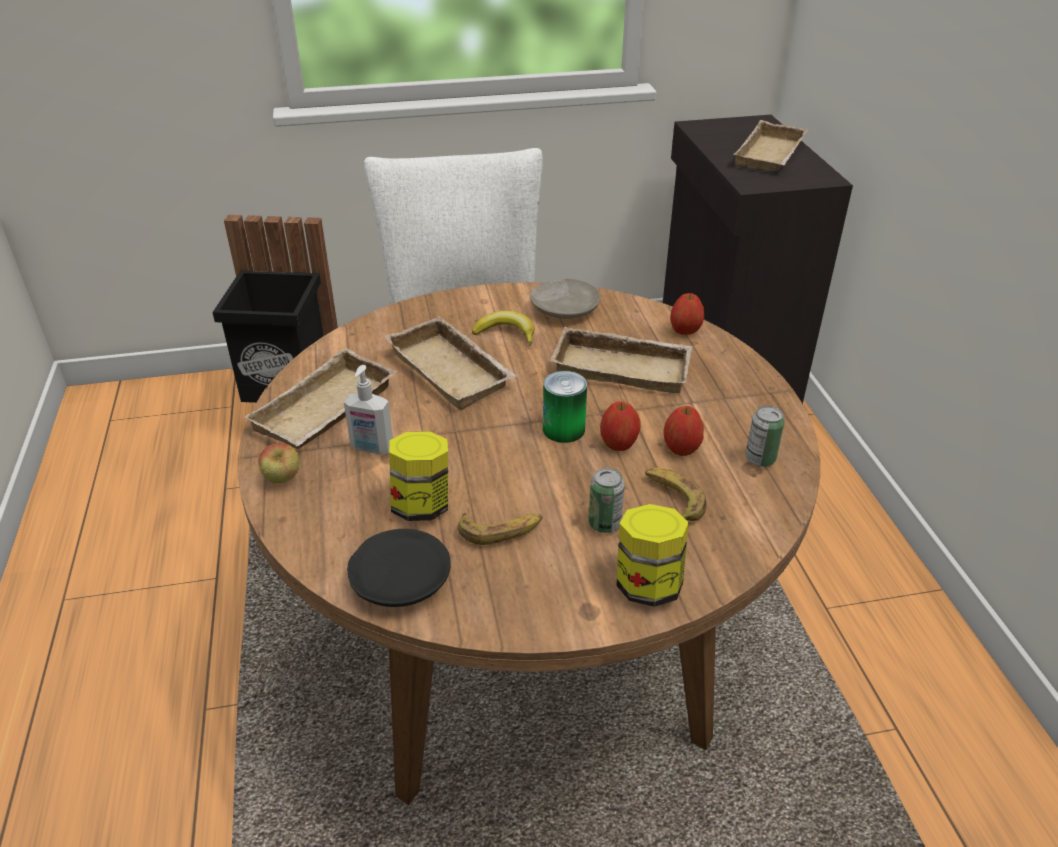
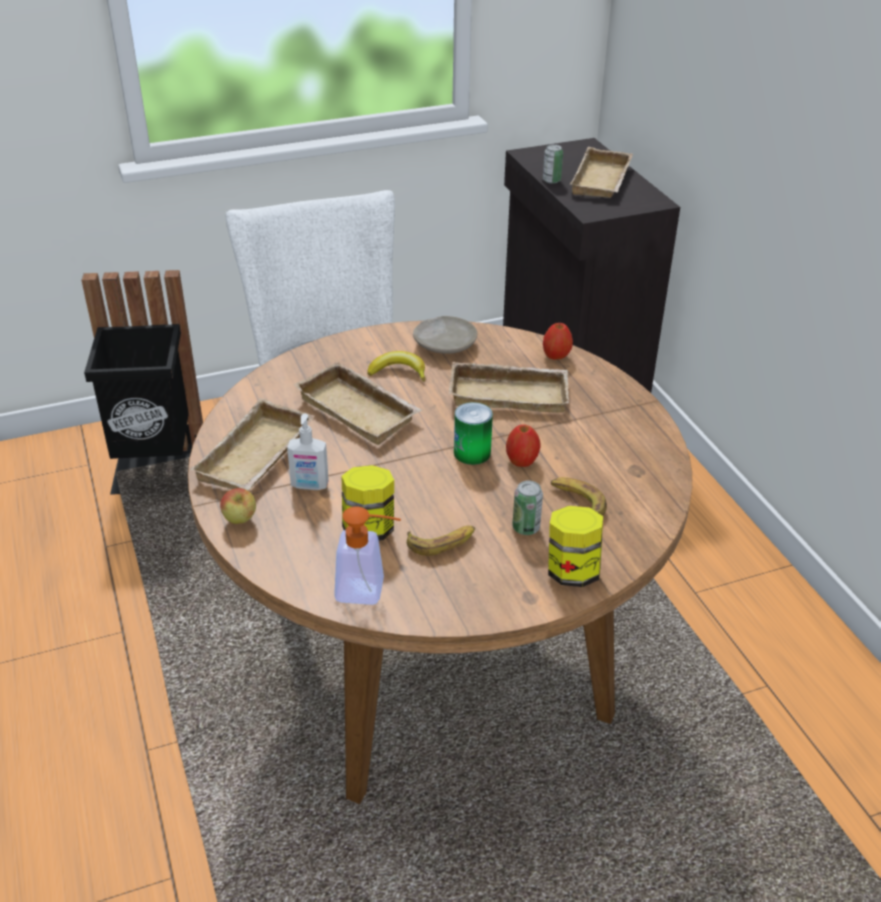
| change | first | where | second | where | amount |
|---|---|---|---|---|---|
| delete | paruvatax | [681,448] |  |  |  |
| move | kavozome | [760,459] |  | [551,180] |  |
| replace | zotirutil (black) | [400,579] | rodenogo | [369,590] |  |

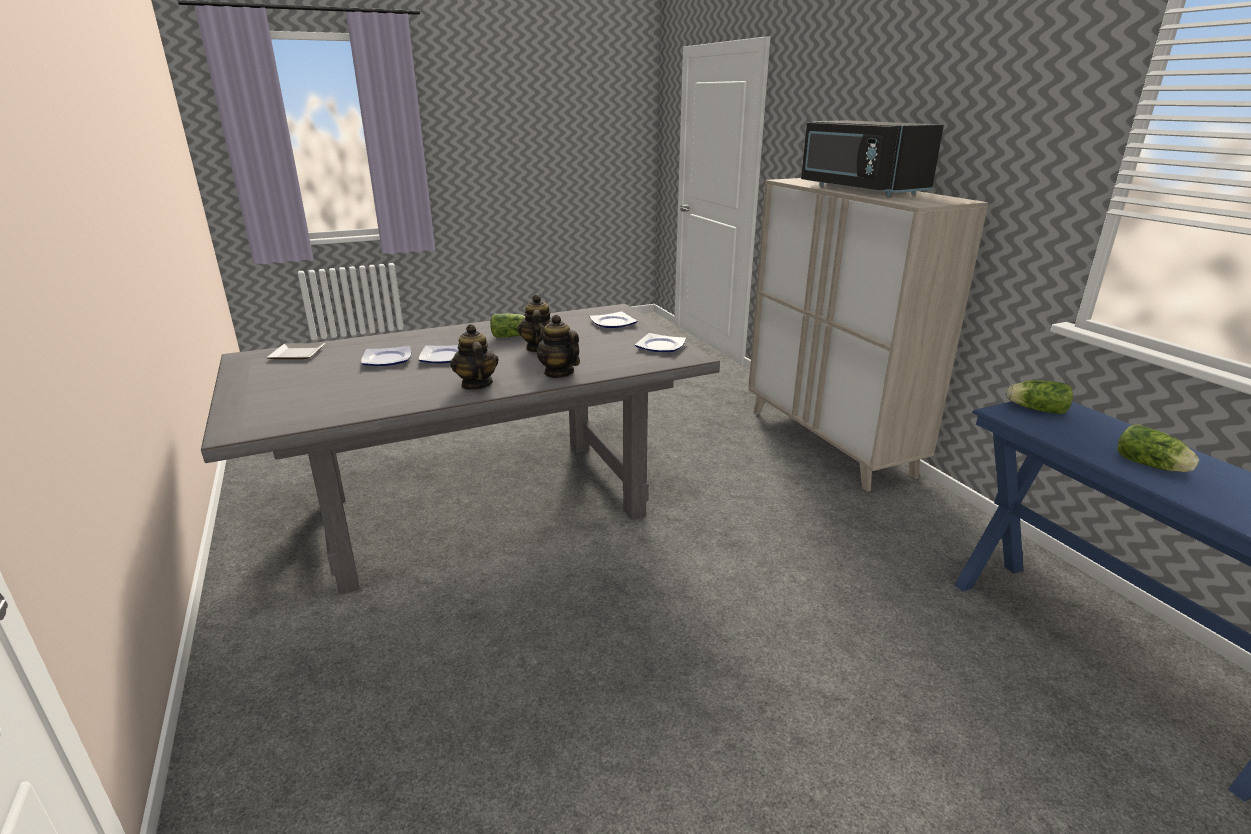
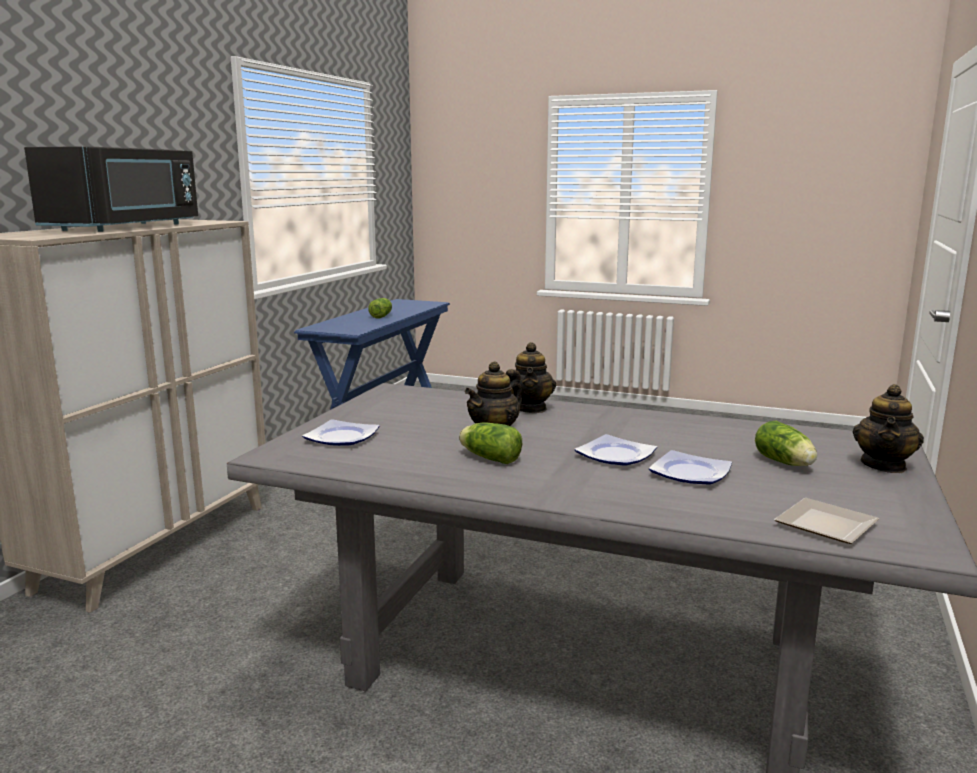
| change | first | where | second | where | amount |
|---|---|---|---|---|---|
| delete | zotirutil | [661,347] |  |  |  |
| move | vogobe | [476,384] |  | [884,465] |  |
| move | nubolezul | [1035,409] |  | [785,463] |  |

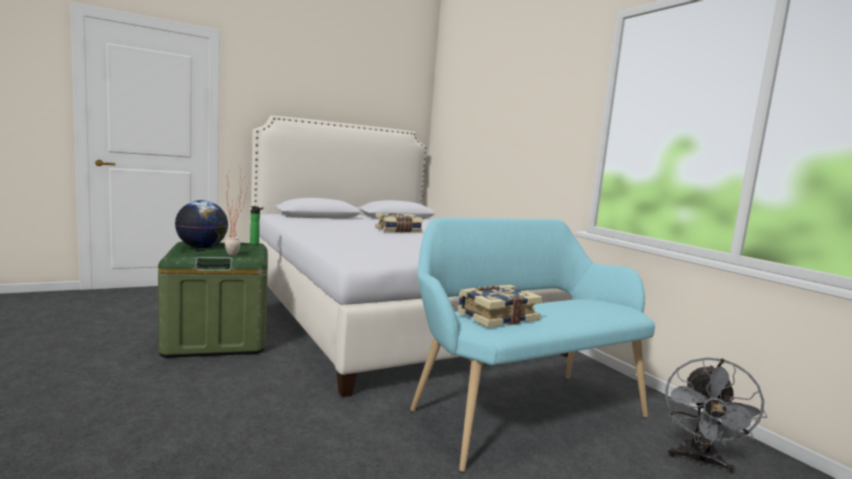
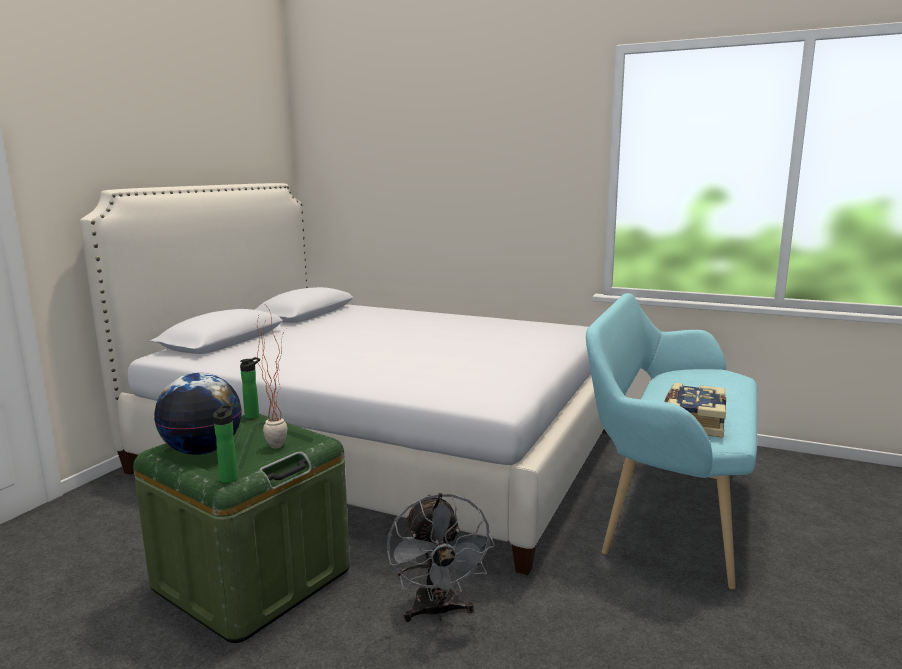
| change | first | where | second | where | amount |
|---|---|---|---|---|---|
| delete | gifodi | [398,231] |  |  |  |
| insert |  |  | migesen | [229,477] |  |
| move | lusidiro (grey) | [699,461] |  | [438,612] |  |

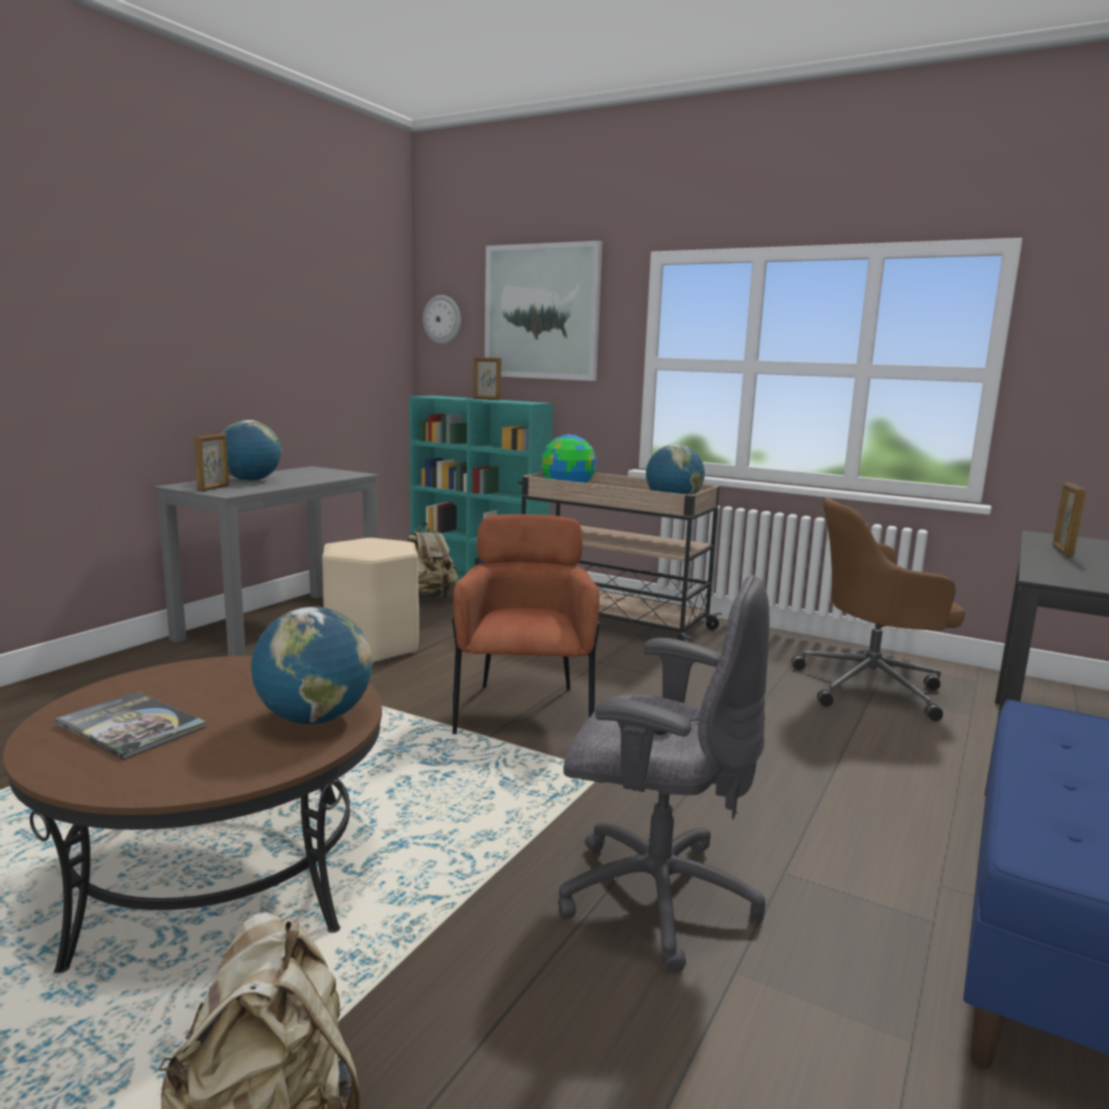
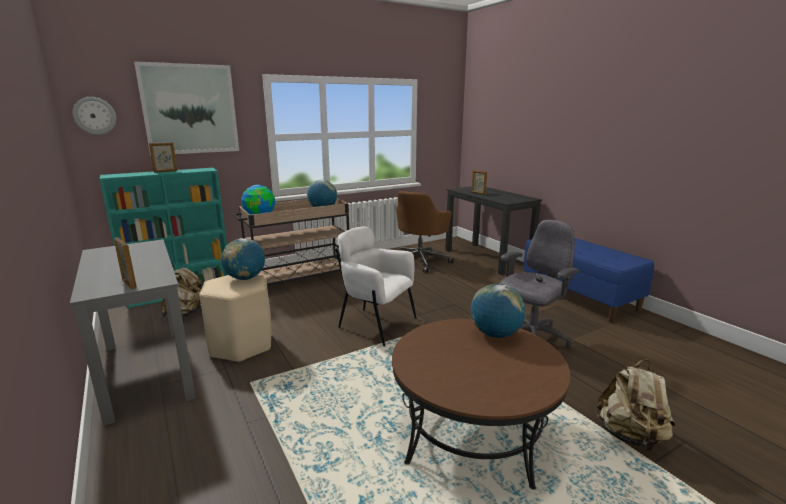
| change | first | where | second | where | amount |
|---|---|---|---|---|---|
| delete | gifodi | [131,726] |  |  |  |
| move | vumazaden | [251,481] |  | [245,278] |  |
| recolor | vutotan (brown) | [524,711] | vutotan (white) | [375,325] |  |

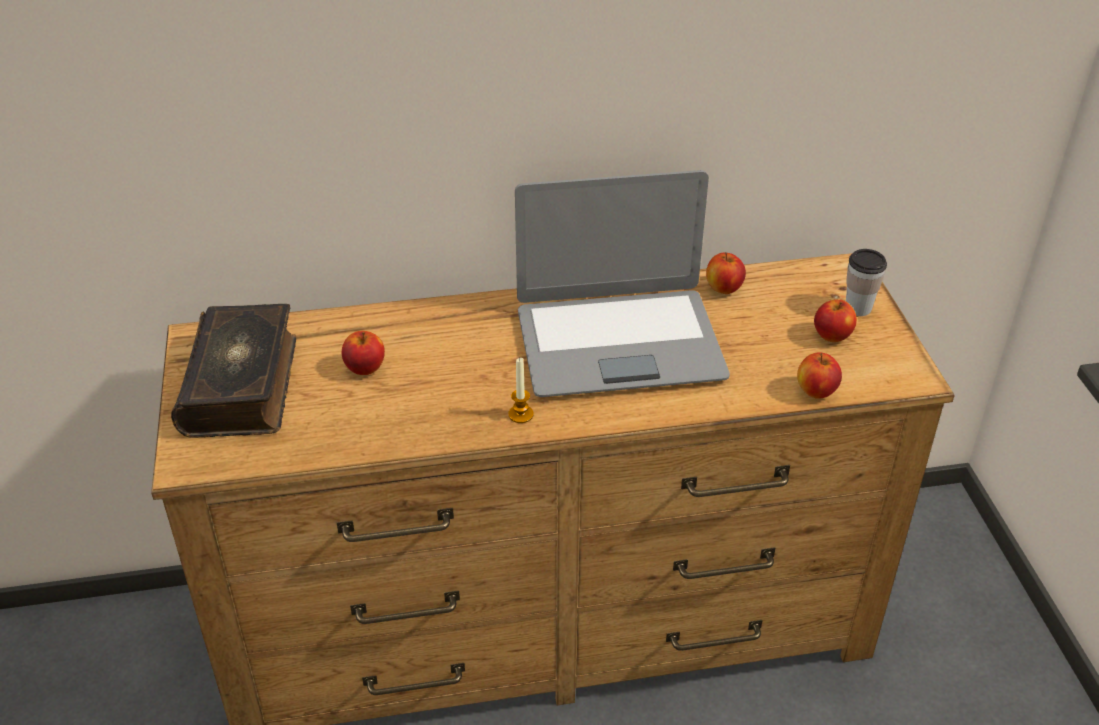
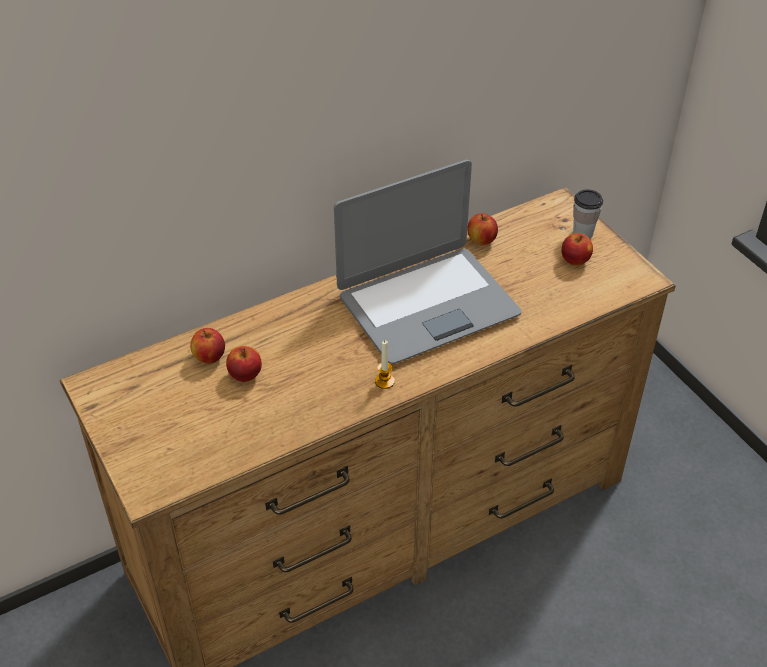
| change | first | where | second | where | amount |
|---|---|---|---|---|---|
| delete | gifodi | [243,385] |  |  |  |
| move | paruvatax | [816,391] |  | [209,357] |  |

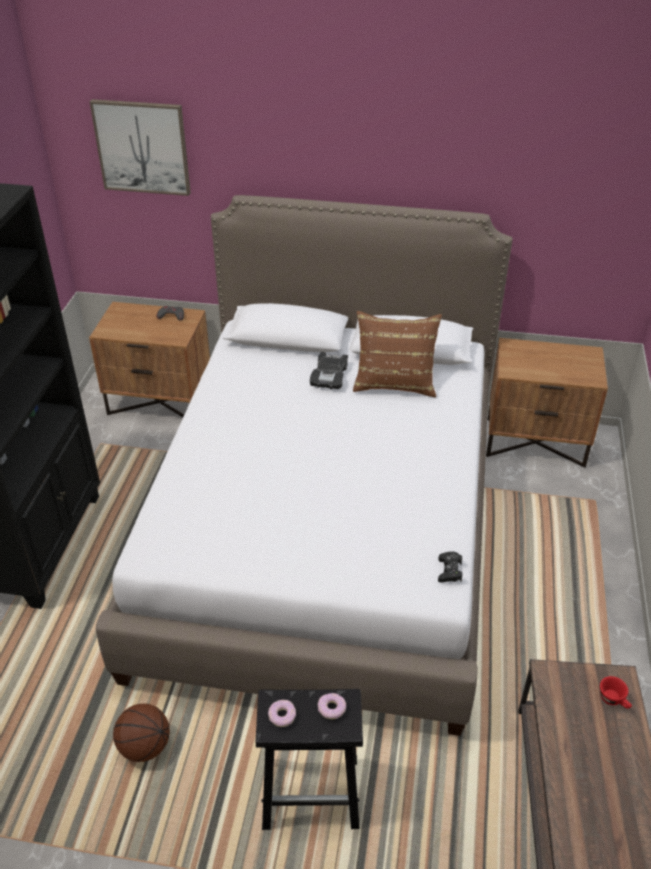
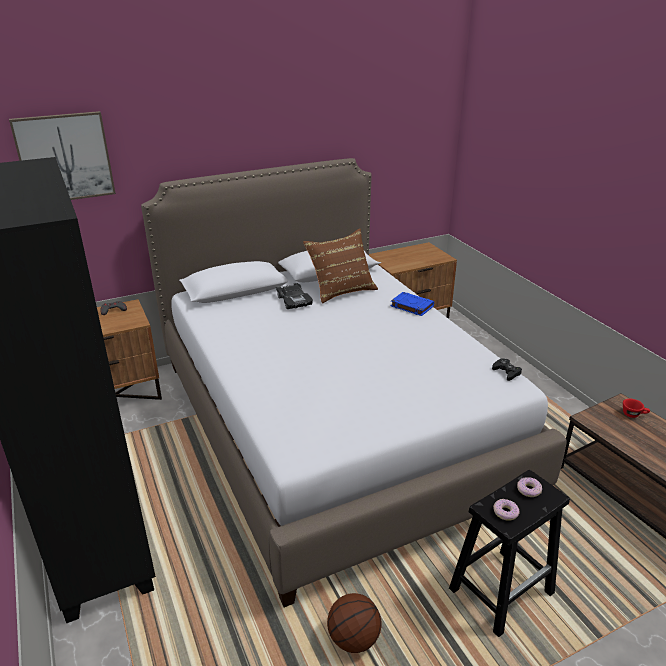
| change | first | where | second | where | amount |
|---|---|---|---|---|---|
| insert |  |  | gifodi (blue) | [411,306] |  |

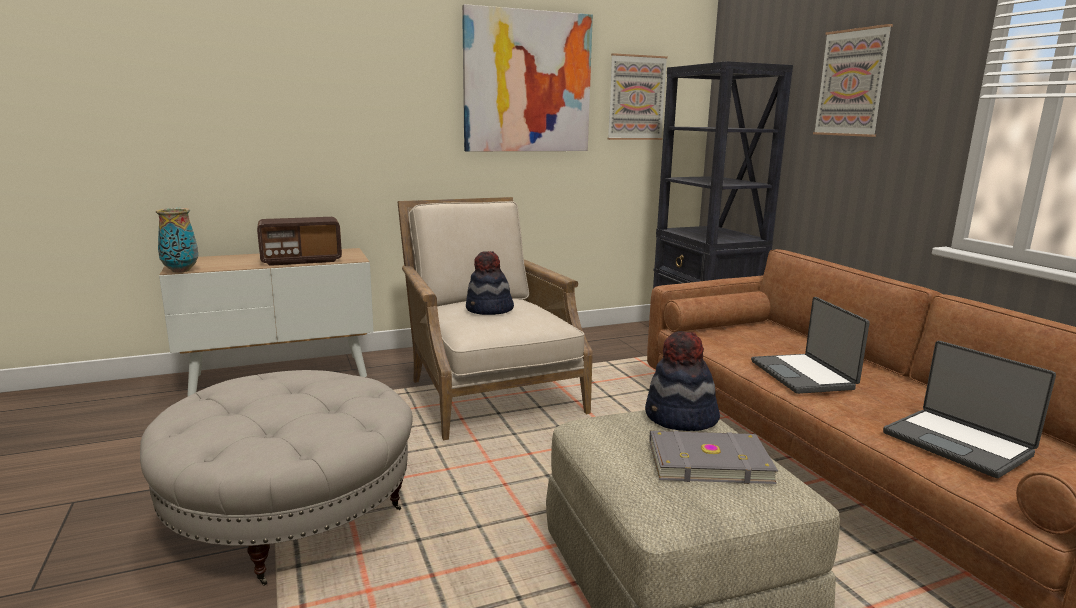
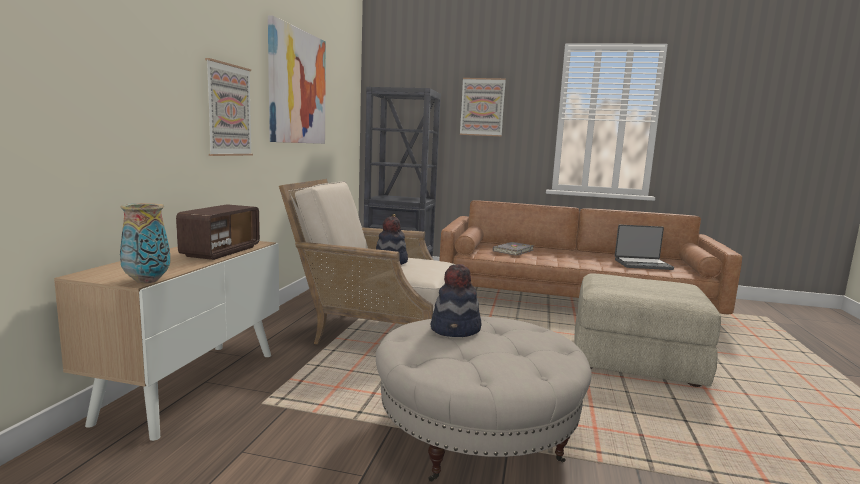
| change | first | where | second | where | amount |
|---|---|---|---|---|---|
| delete | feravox | [804,375] |  |  |  |
| move | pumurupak | [636,98] |  | [228,110] |  |
| move | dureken | [680,419] |  | [456,329] |  |
| move | gifodi (grey) | [707,461] |  | [512,250] |  |

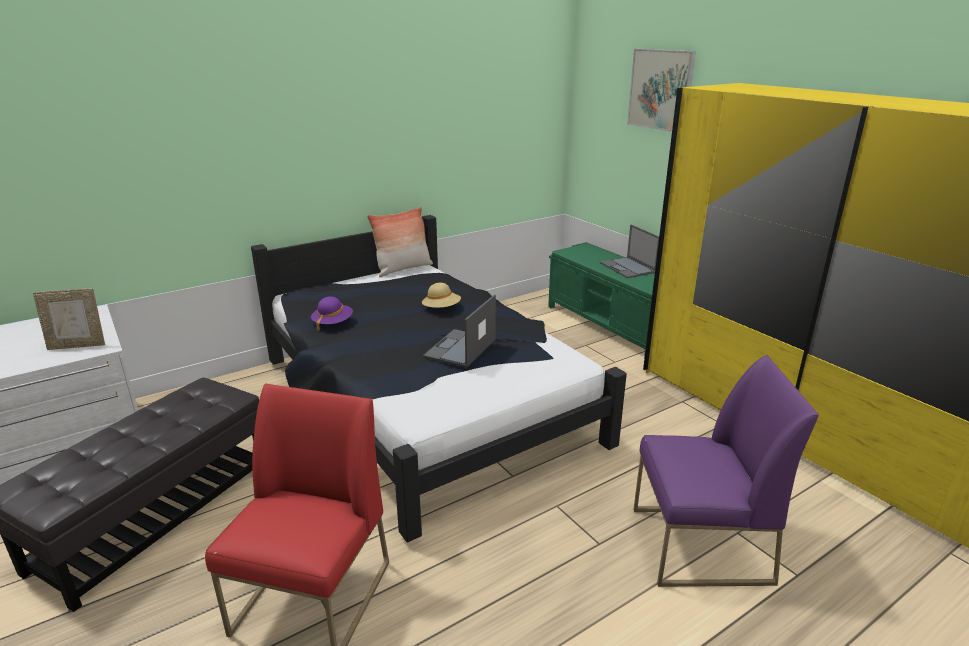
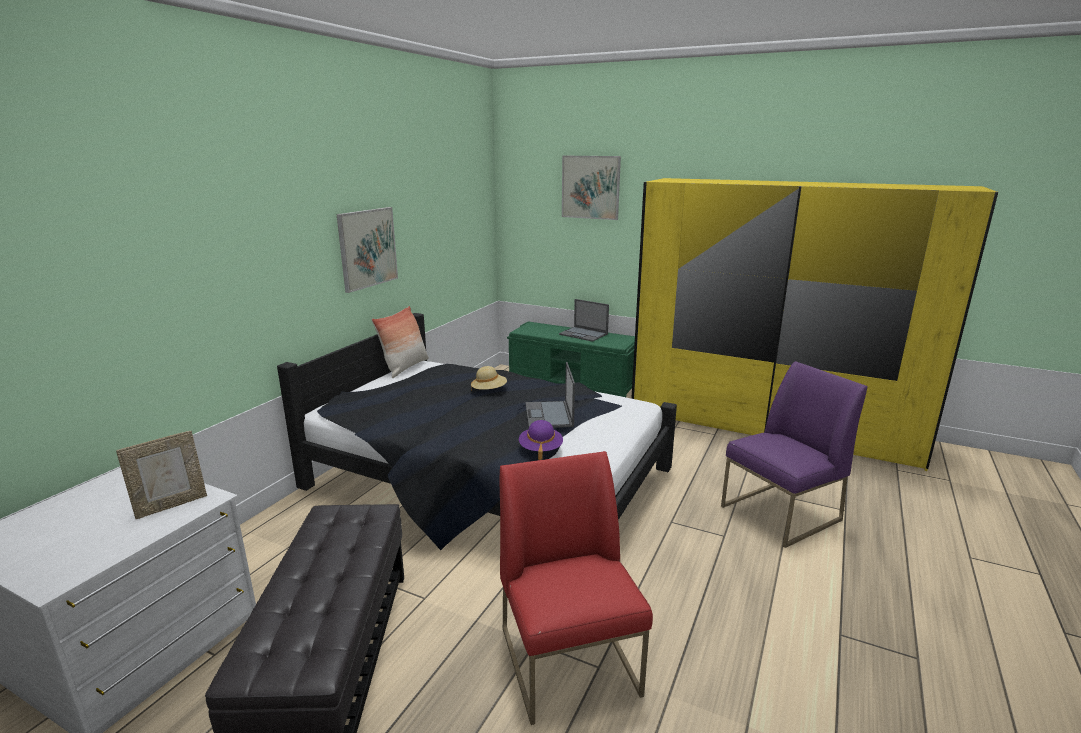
| change | first | where | second | where | amount |
|---|---|---|---|---|---|
| insert |  |  | pumurupak | [367,248] |  |
| move | dureken (purple) | [333,323] |  | [540,449] |  |

